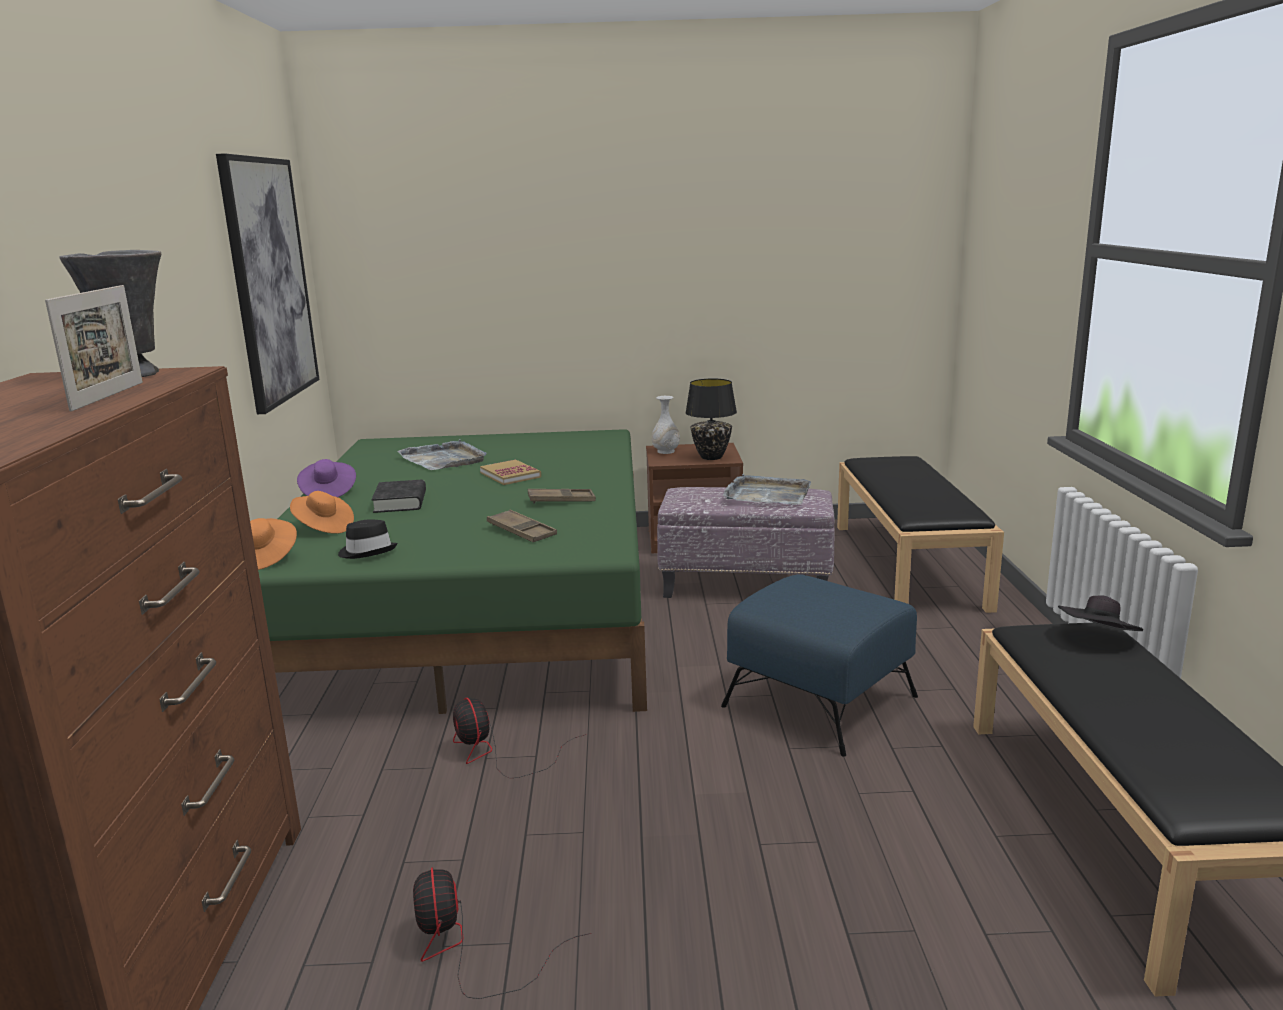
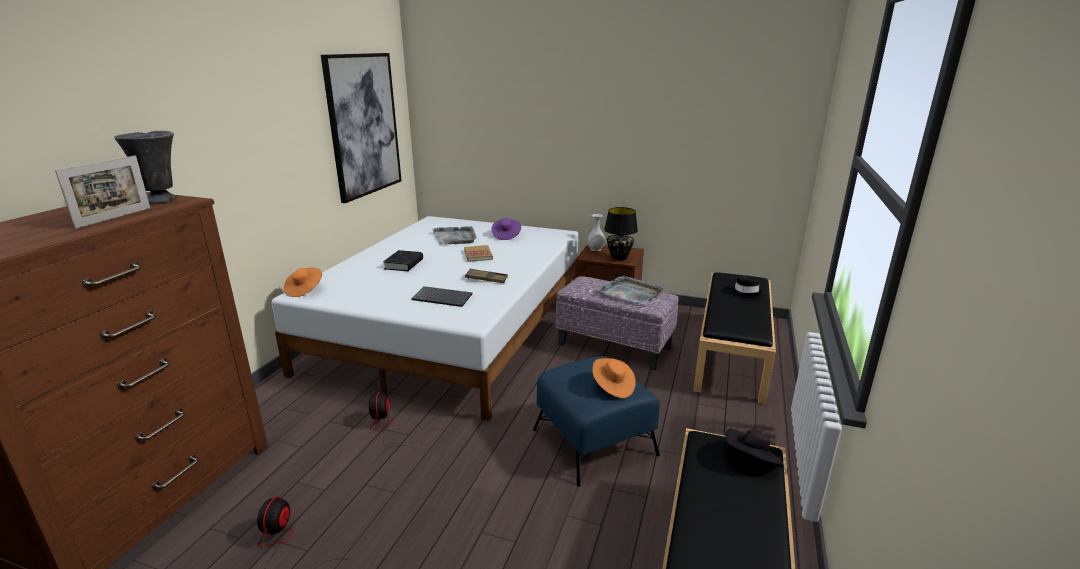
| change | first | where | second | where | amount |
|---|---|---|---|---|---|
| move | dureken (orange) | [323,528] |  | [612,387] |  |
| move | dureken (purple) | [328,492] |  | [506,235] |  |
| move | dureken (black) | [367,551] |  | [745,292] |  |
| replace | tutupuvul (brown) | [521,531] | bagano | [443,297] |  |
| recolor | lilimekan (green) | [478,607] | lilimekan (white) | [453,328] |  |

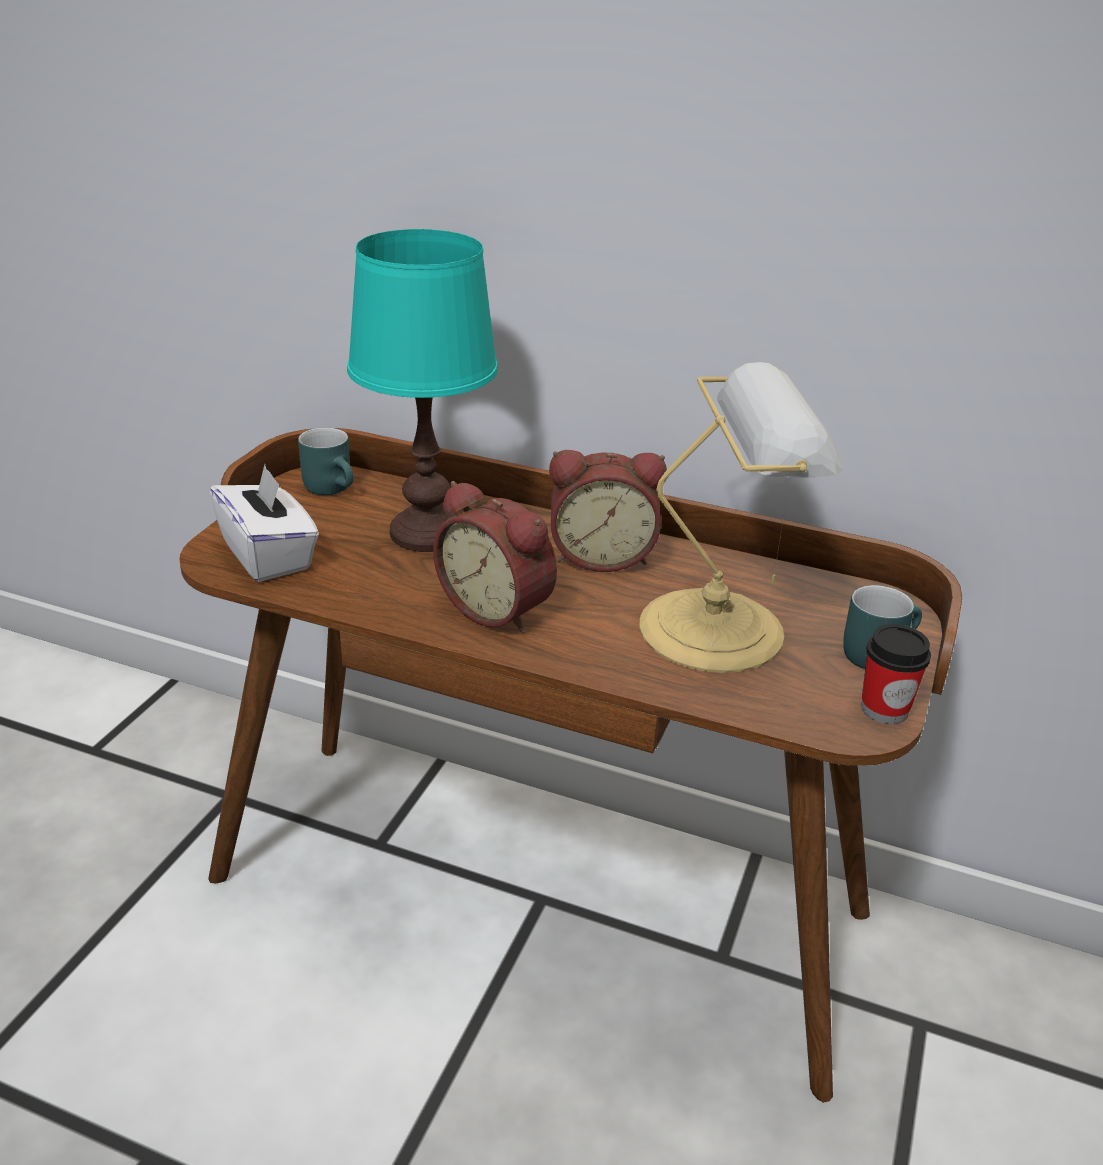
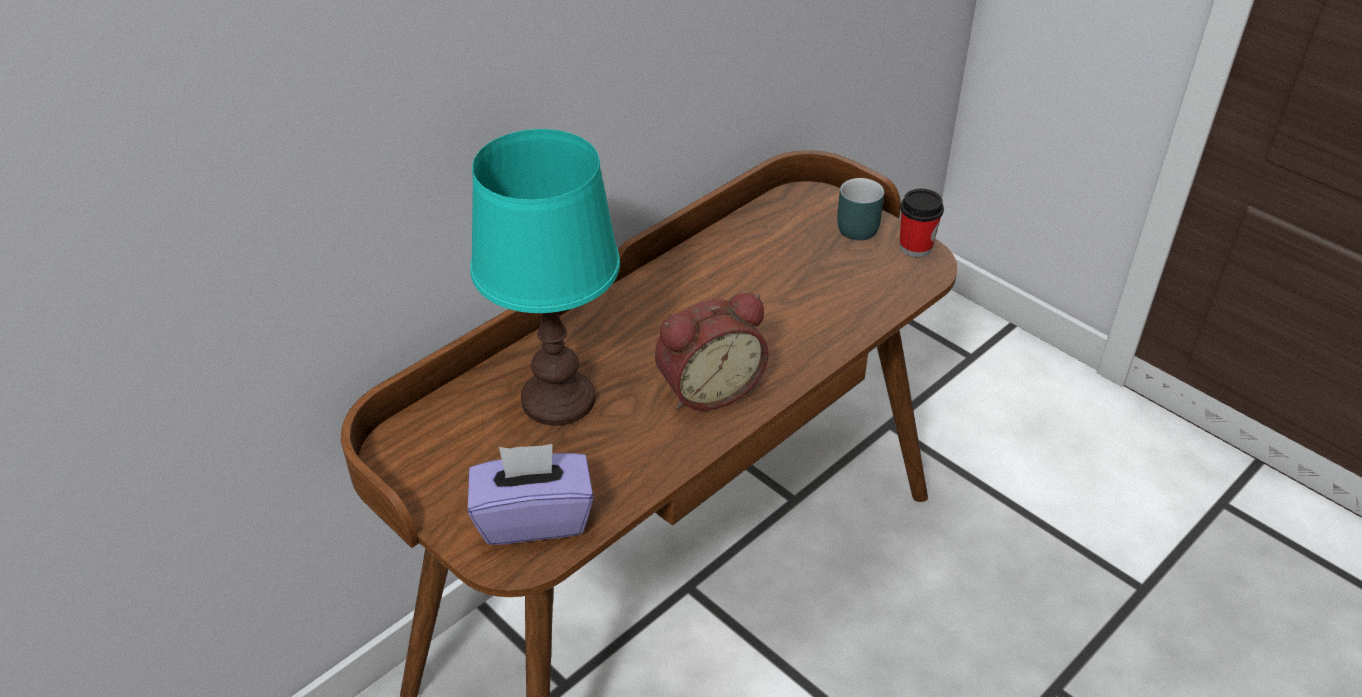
| change | first | where | second | where | amount |
|---|---|---|---|---|---|
| delete | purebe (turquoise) | [334,488] |  |  |  |
| delete | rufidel | [601,555] |  |  |  |
| delete | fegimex | [719,628] |  |  |  |
| recolor | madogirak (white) | [268,556] | madogirak (purple) | [533,518] |  |

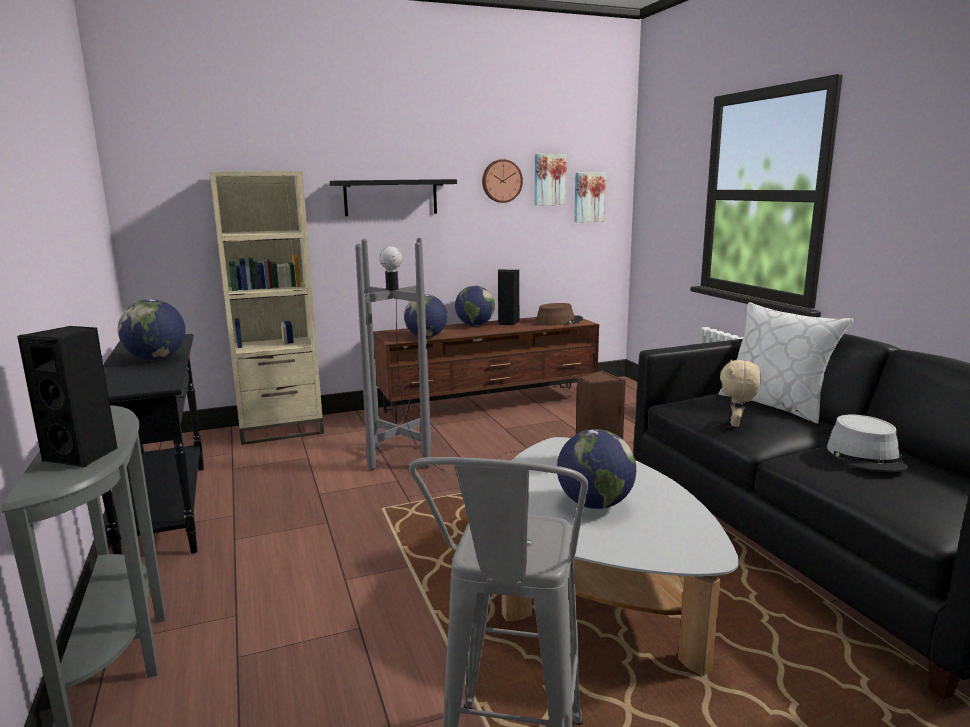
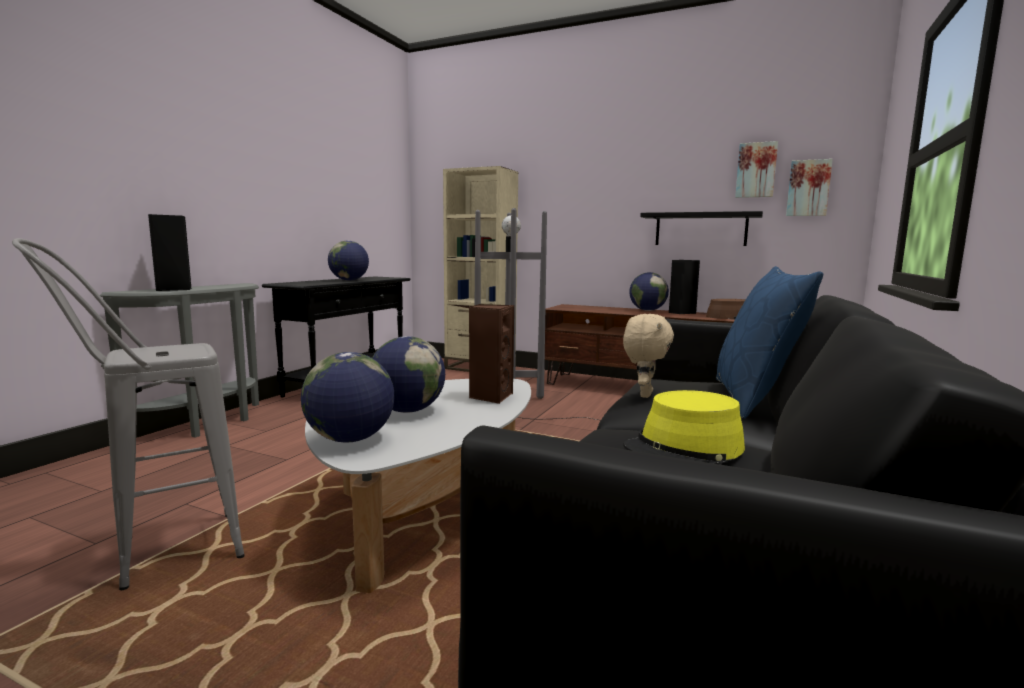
| change | first | where | second | where | amount |
|---|---|---|---|---|---|
| delete | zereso | [501,181] |  |  |  |
| move | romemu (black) | [391,197] |  | [700,229] |  |
| move | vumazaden | [426,337] |  | [350,439] |  |
| recolor | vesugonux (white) | [775,405] | vesugonux (blue) | [754,399] |  |
| recolor | dureken (grey) | [866,457] | dureken (yellow) | [685,448] |  |
| rotate | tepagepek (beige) | [736,424] |  | [644,394] | 135 degrees clockwise |

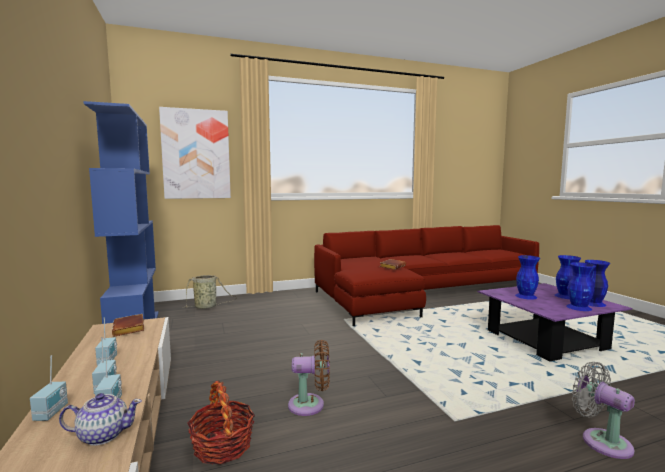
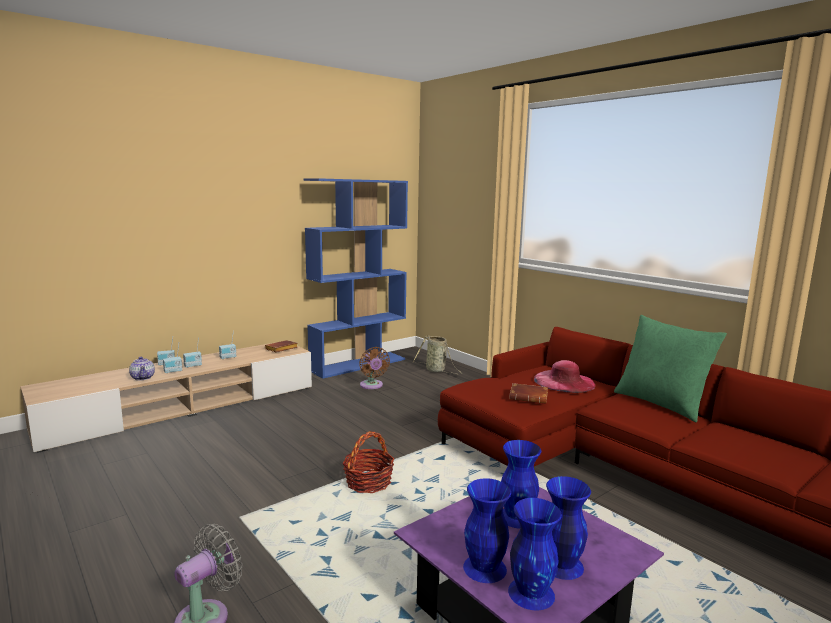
| change | first | where | second | where | amount |
|---|---|---|---|---|---|
| delete | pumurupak | [196,154] |  |  |  |
| insert |  |  | dureken (pink) | [564,381] |  |
| insert |  |  | vesugonux (green) | [661,403] |  |
| move | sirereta | [222,446] |  | [368,482] |  |
| move | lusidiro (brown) | [310,405] |  | [372,386] |  |

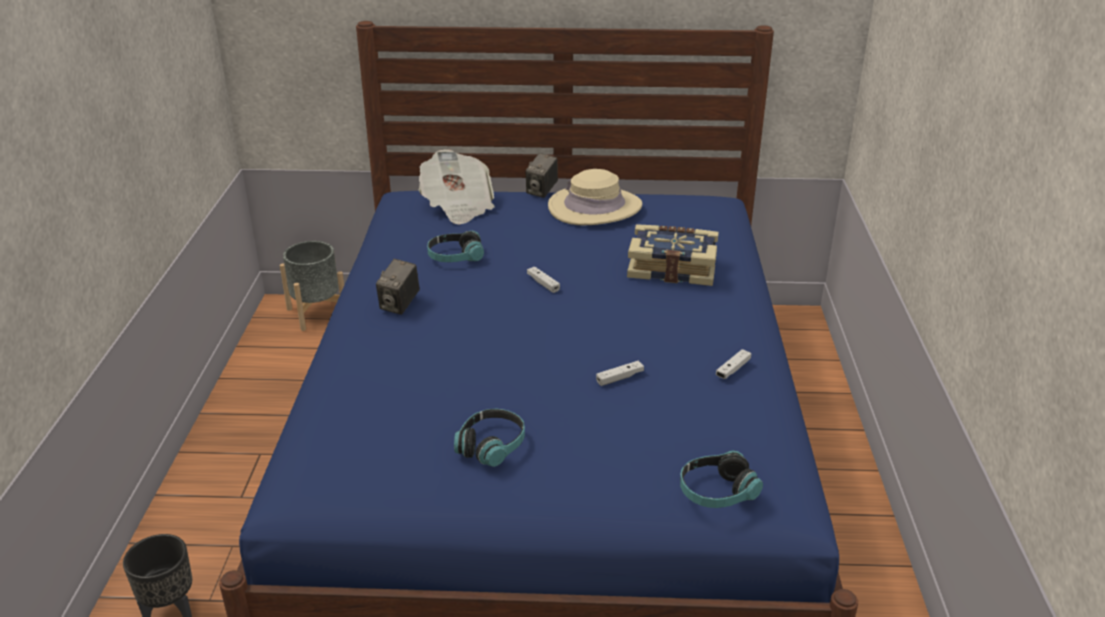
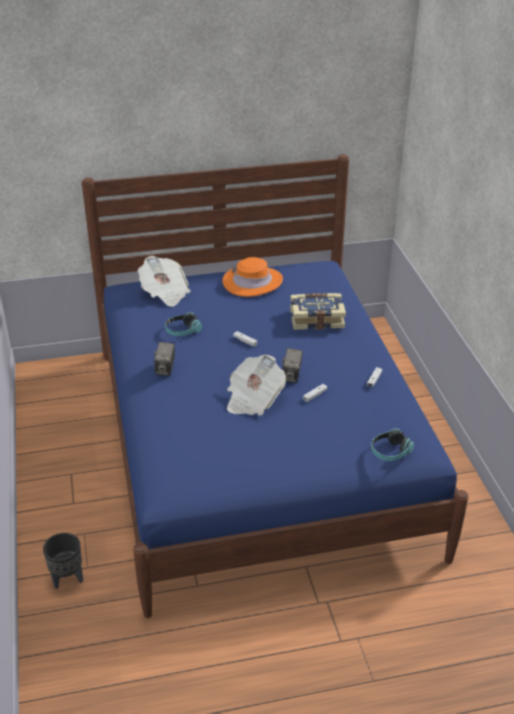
| change | first | where | second | where | amount |
|---|---|---|---|---|---|
| delete | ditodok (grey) | [317,313] |  |  |  |
| delete | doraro | [491,446] |  |  |  |
| insert |  |  | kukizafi | [253,399] |  |
| move | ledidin | [542,191] |  | [291,376] |  |
| recolor | dureken (beige) | [595,207] | dureken (orange) | [252,282] |  |

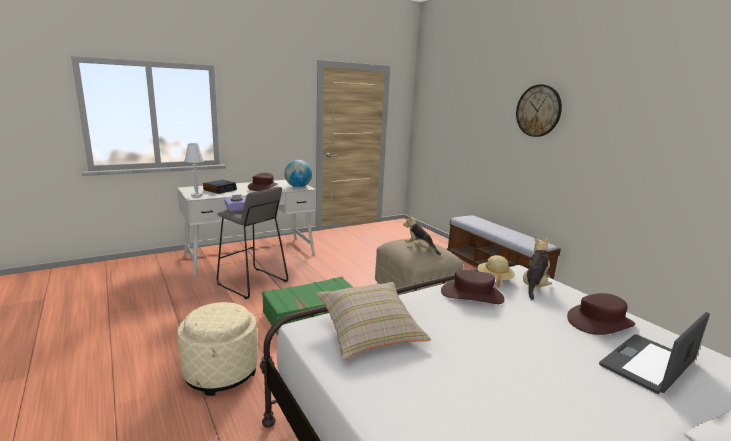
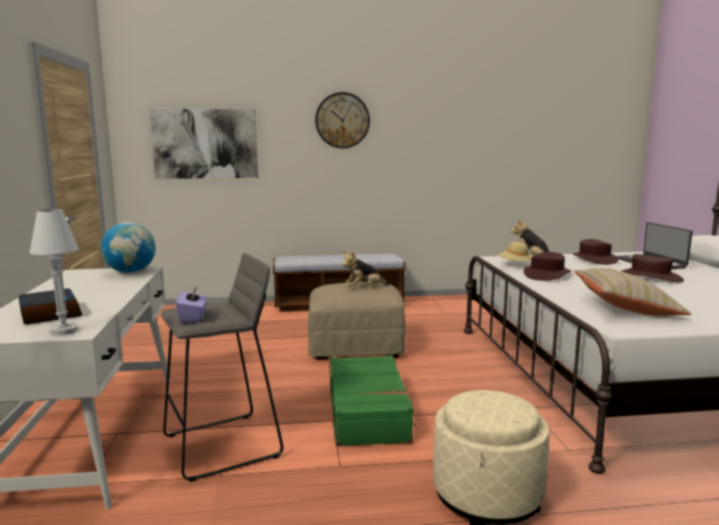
| change | first | where | second | where | amount |
|---|---|---|---|---|---|
| insert |  |  | pumurupak | [205,144] |  |
| move | dureken (brown) | [263,187] |  | [650,277] |  |

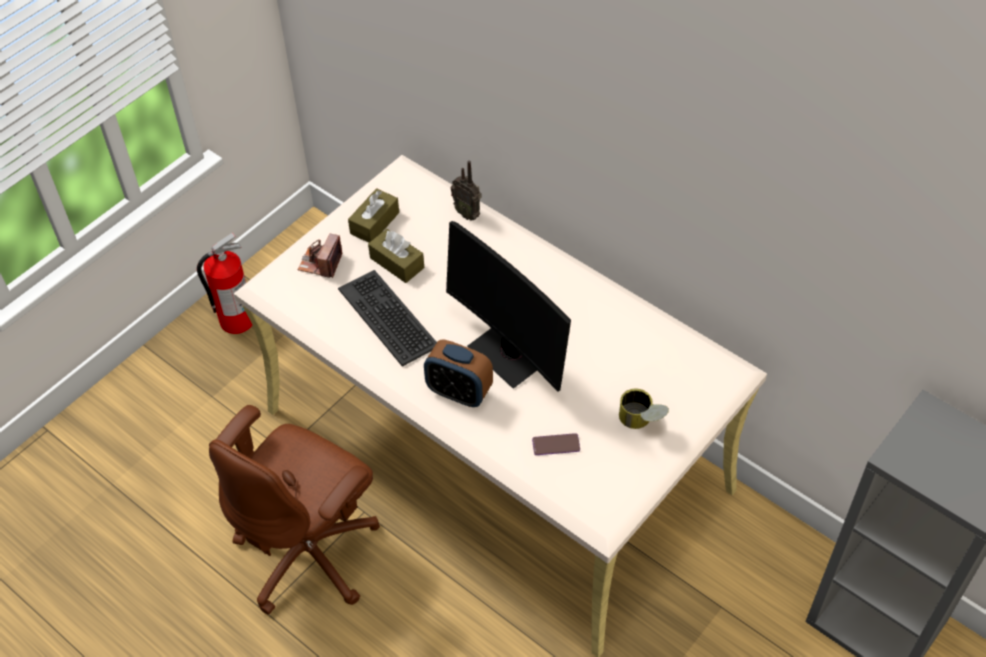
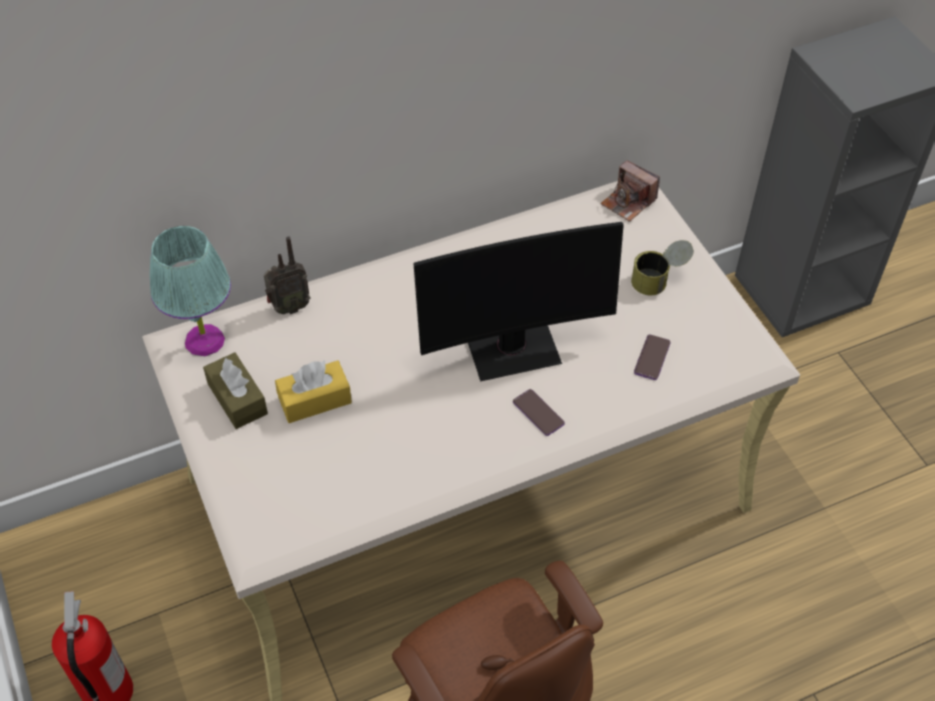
| change | first | where | second | where | amount |
|---|---|---|---|---|---|
| delete | bagano | [389,317] |  |  |  |
| insert |  |  | fegimex (turquoise) | [205,340] |  |
| move | ledidin | [321,263] |  | [628,202] |  |
| replace | rufidel | [459,392] | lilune | [538,413] |  |
| recolor | madogirak (brown) | [397,263] | madogirak (yellow) | [315,400] |  |

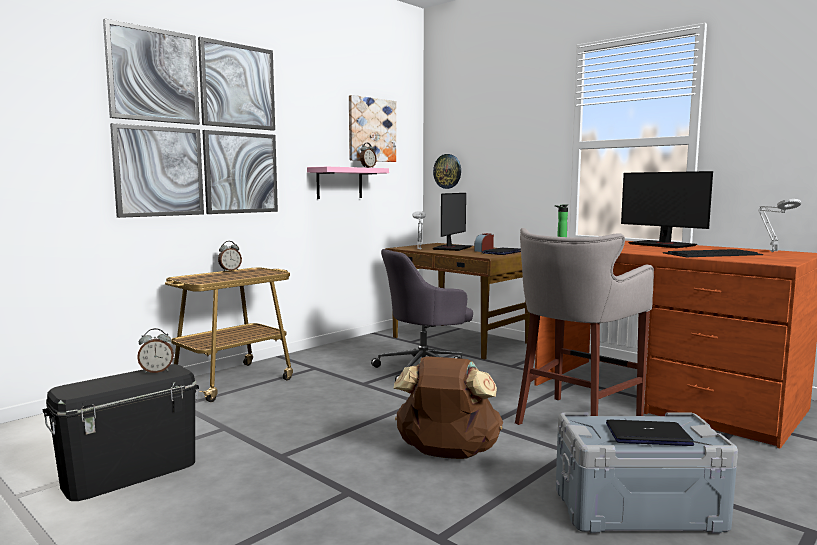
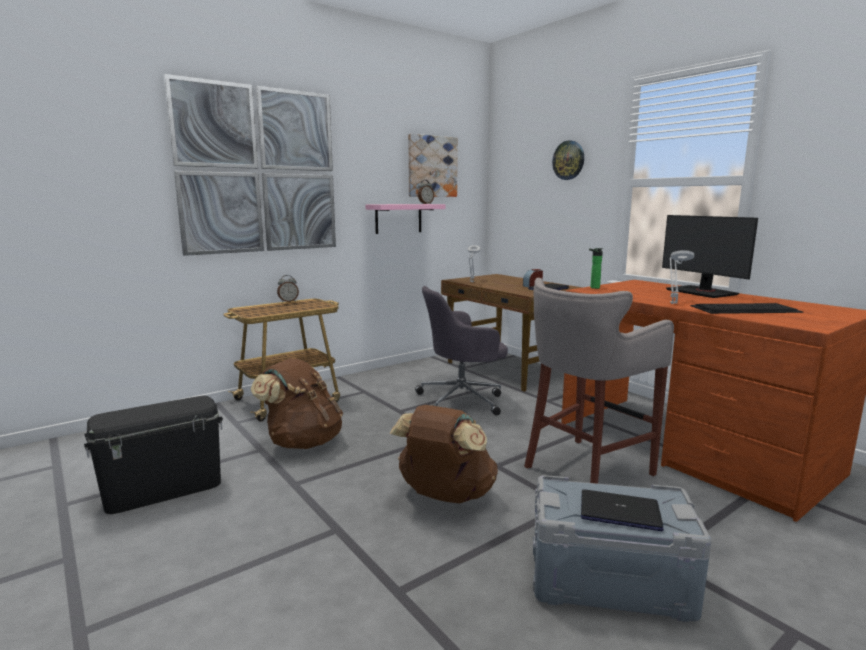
| change | first | where | second | where | amount |
|---|---|---|---|---|---|
| delete | rufidel | [156,371] |  |  |  |
| delete | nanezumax | [451,248] |  |  |  |
| insert |  |  | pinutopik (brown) | [302,442] |  |
| move | zereso | [447,171] |  | [568,160] |  |
| move | fegimex (grey) | [772,251] |  | [673,303] |  |

